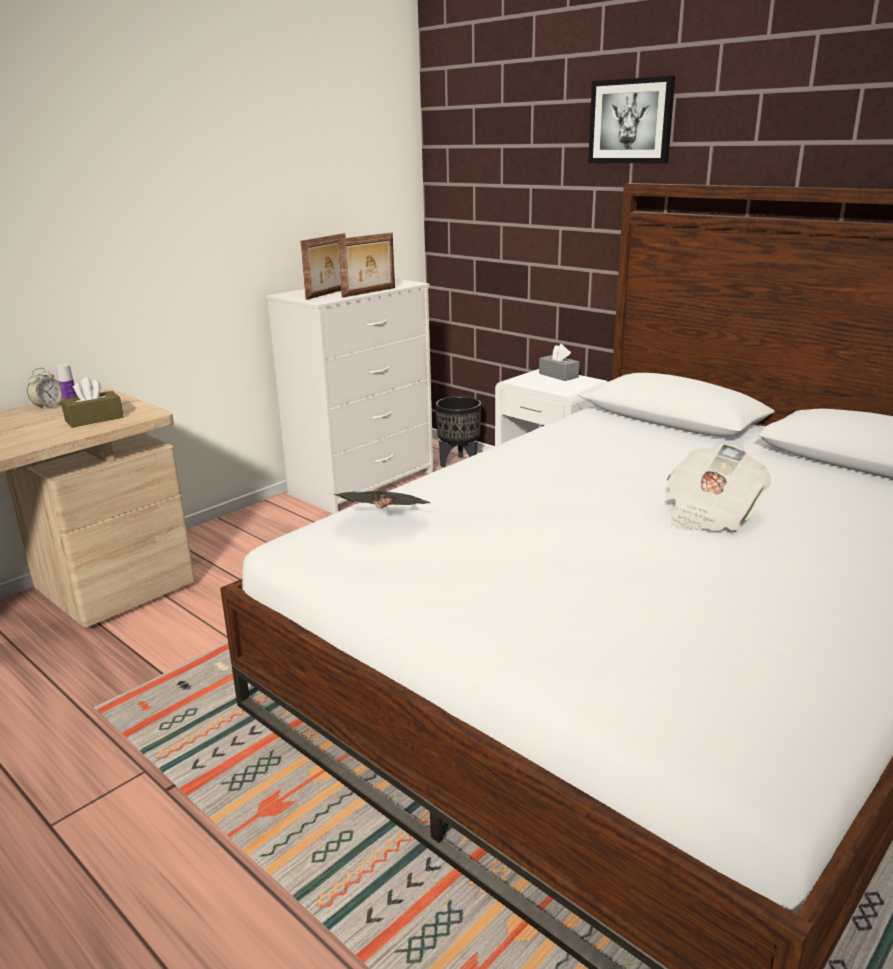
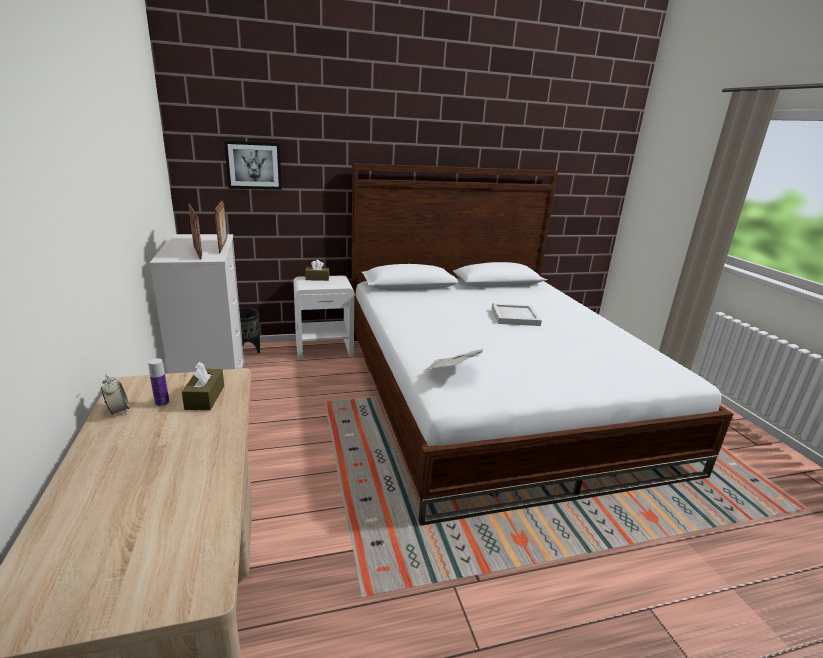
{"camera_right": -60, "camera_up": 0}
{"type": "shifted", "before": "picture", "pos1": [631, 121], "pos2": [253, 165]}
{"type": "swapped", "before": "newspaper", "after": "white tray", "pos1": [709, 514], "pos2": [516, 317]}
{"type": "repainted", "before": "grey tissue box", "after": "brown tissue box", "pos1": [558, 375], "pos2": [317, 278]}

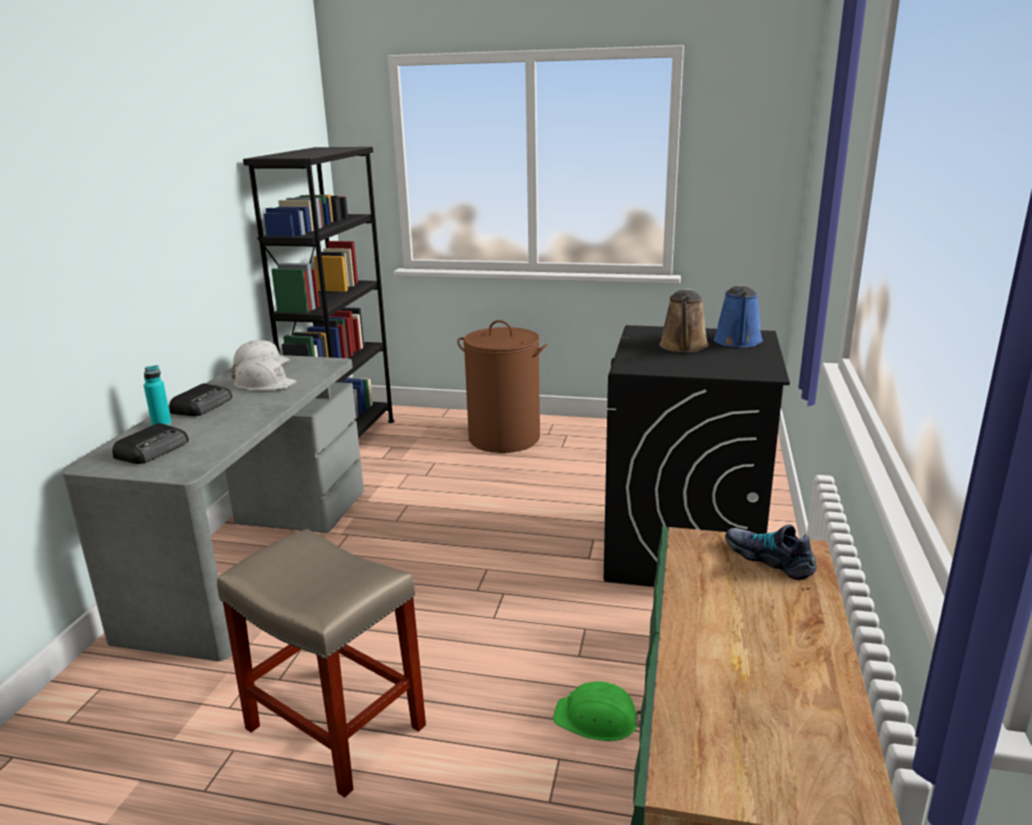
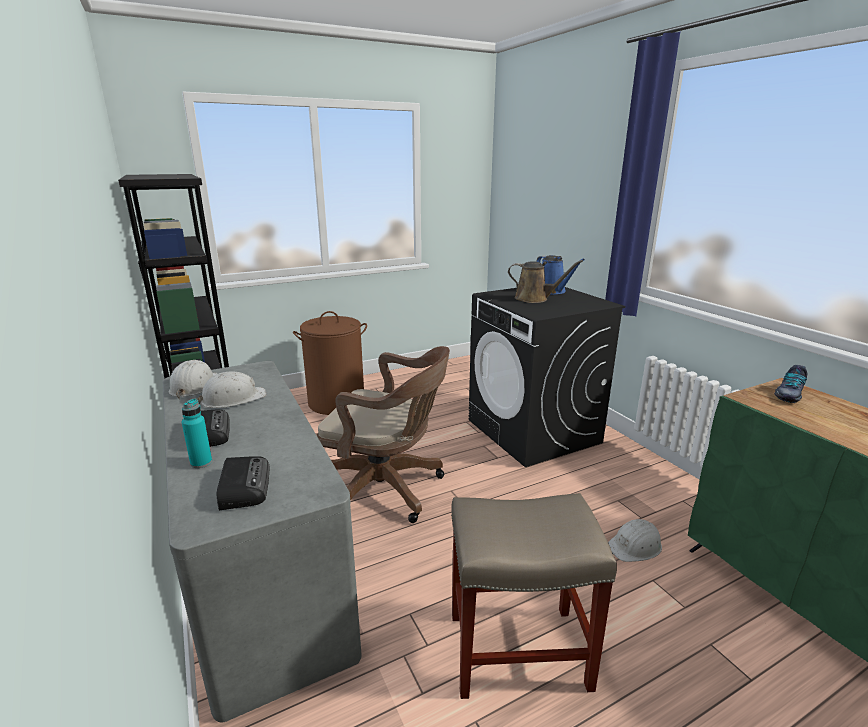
{"camera_right": -40, "camera_up": 0}
{"type": "new", "after": "brown office chair", "pos2": [387, 489]}
{"type": "repainted", "before": "green hard hat", "after": "white hard hat", "pos1": [597, 719], "pos2": [635, 546]}
{"type": "rotated", "before": "brown watering can", "pos1": [683, 347], "pos2": [534, 299], "turn": -45}
{"type": "rotated", "before": "shoe", "pos1": [769, 559], "pos2": [788, 394], "turn": -60}

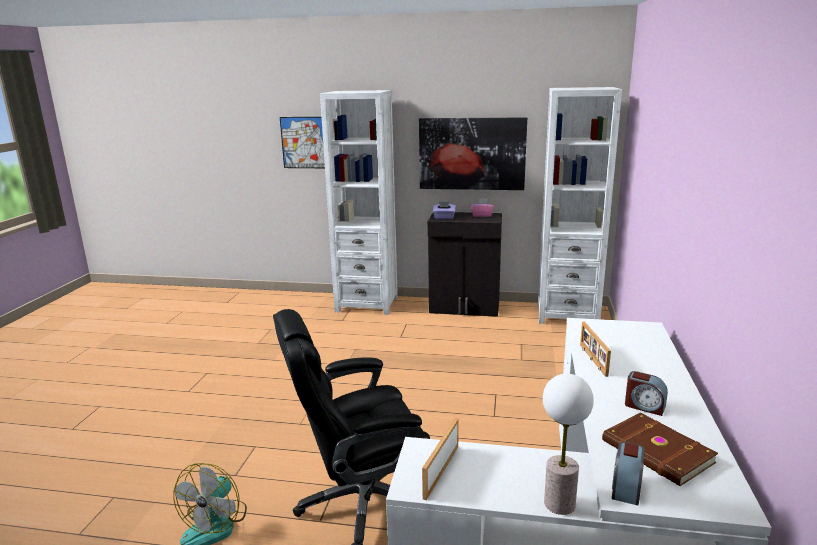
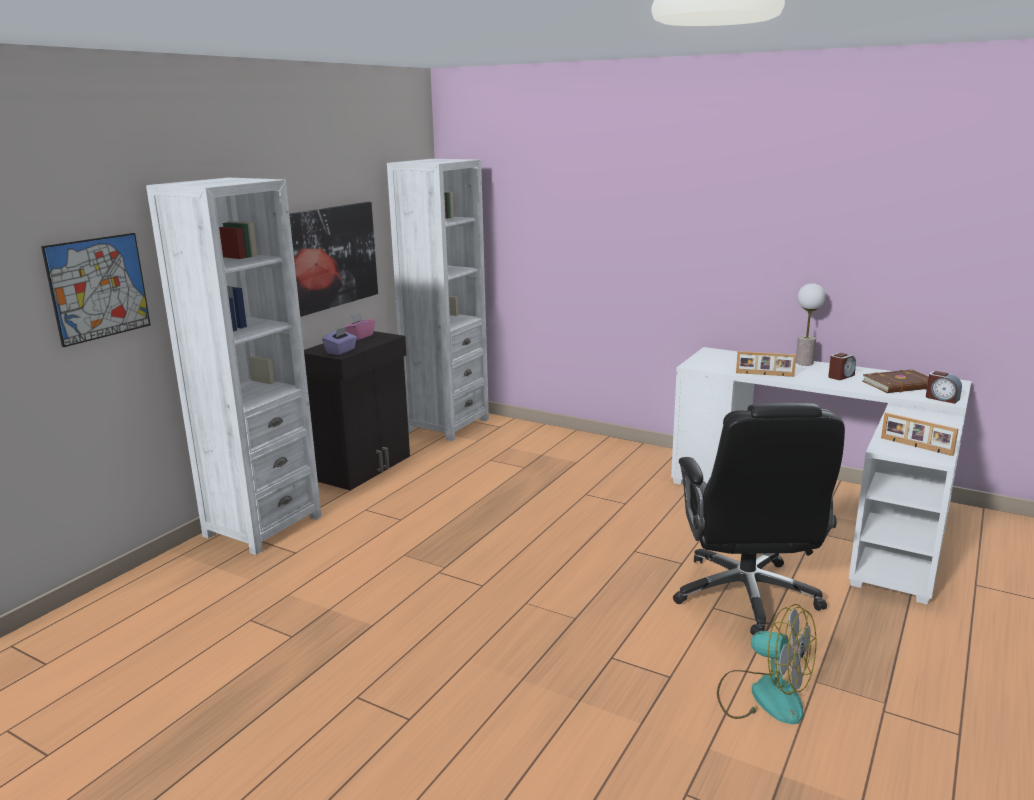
{"camera_right": -70, "camera_up": 0}
{"type": "shifted", "before": "table lamp", "pos1": [560, 503], "pos2": [804, 363]}

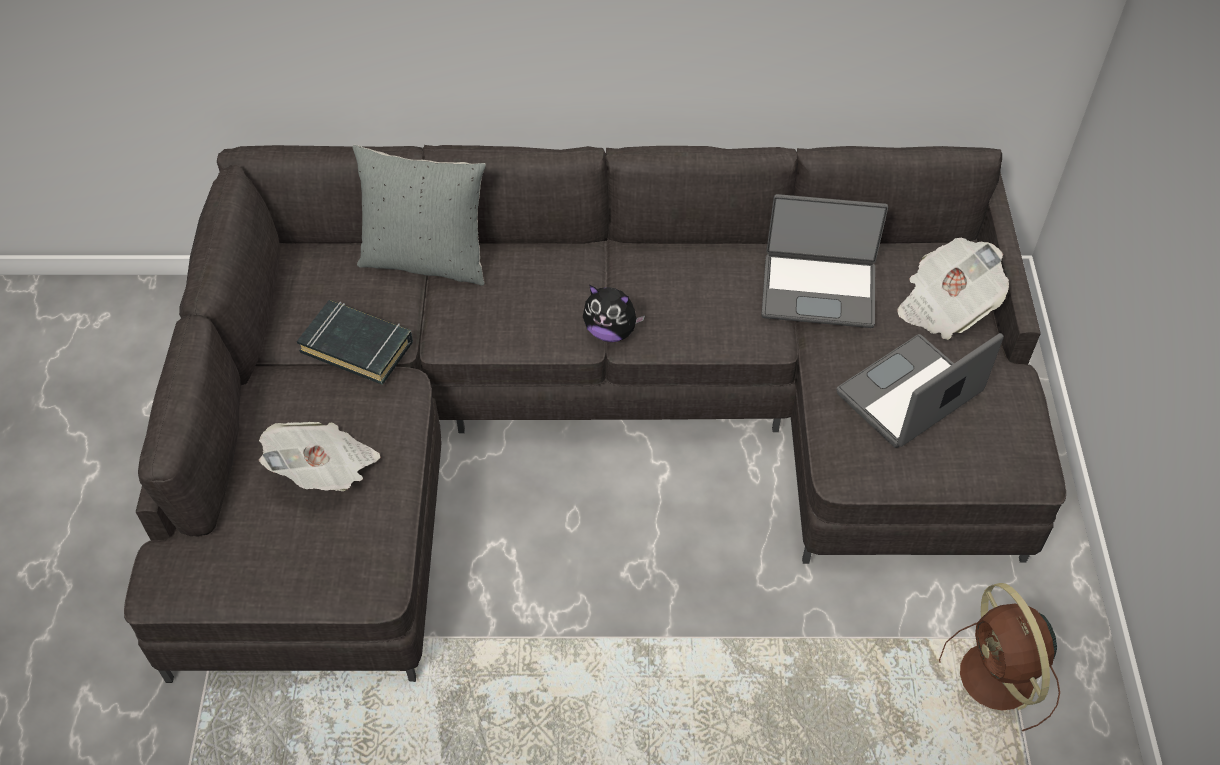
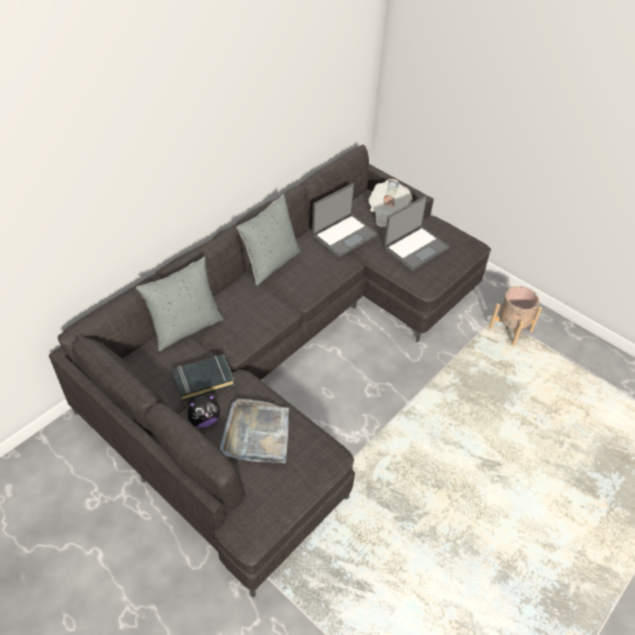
{"camera_right": -50, "camera_up": -5}
{"type": "new", "after": "grey pillow", "pos2": [270, 263]}
{"type": "shifted", "before": "plush toy", "pos1": [611, 331], "pos2": [204, 420]}
{"type": "swapped", "before": "newspaper", "after": "grey tray", "pos1": [325, 470], "pos2": [257, 434]}
{"type": "swapped", "before": "brown fan", "after": "beige planter", "pos1": [998, 680], "pos2": [510, 329]}
{"type": "rotated", "before": "laptop", "pos1": [910, 395], "pos2": [415, 248], "turn": -135}

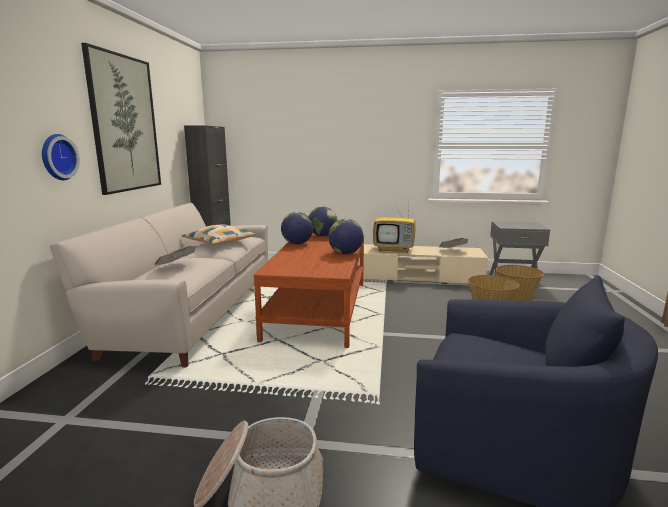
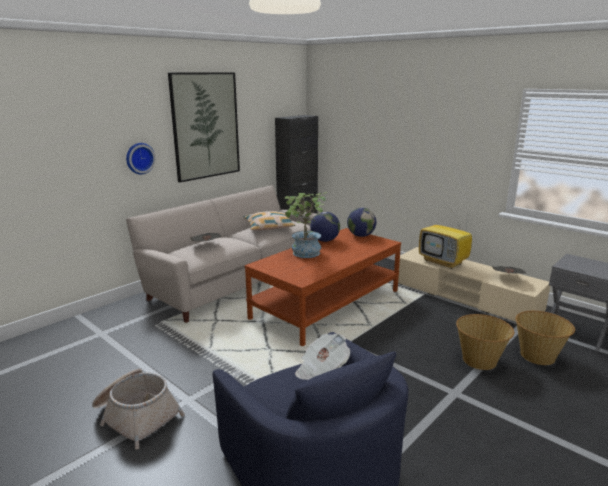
{"camera_right": 35, "camera_up": 5}
{"type": "gone", "before": "globe", "pos1": [345, 253]}
{"type": "new", "after": "potted plant", "pos2": [304, 254]}
{"type": "new", "after": "newspaper", "pos2": [321, 370]}

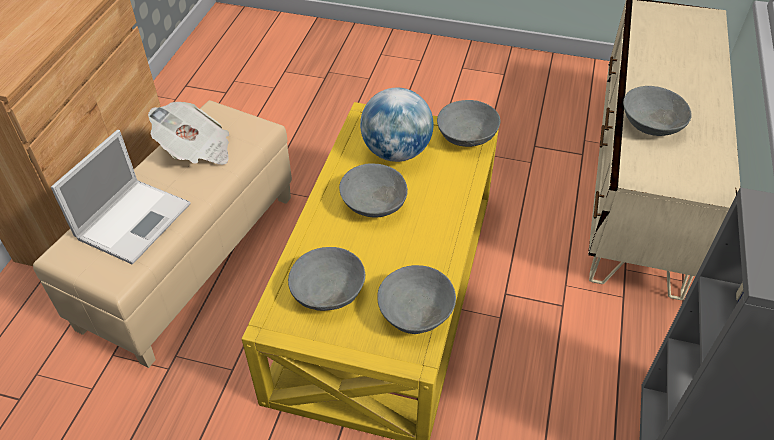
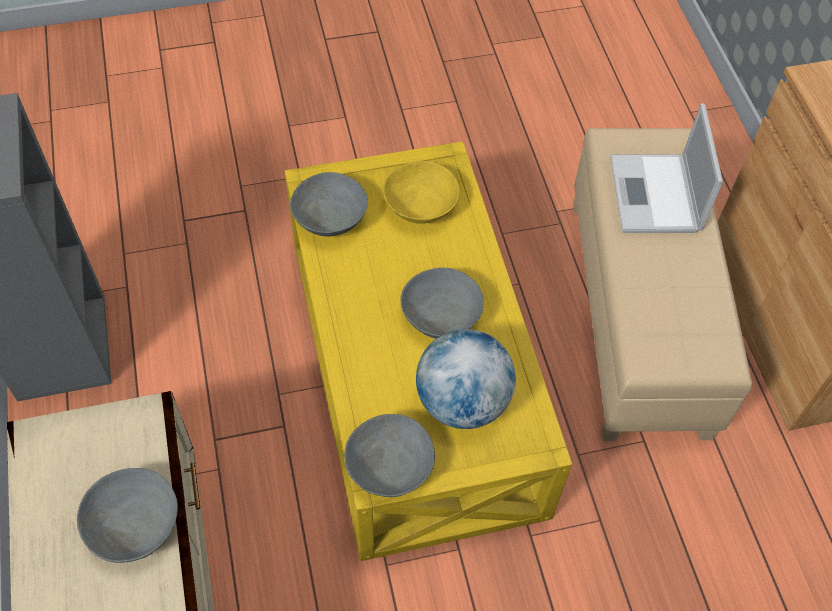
{"camera_right": 150, "camera_up": 10}
{"type": "gone", "before": "newspaper", "pos1": [196, 150]}
{"type": "repainted", "before": "grey bowl", "after": "yellow bowl", "pos1": [328, 291], "pos2": [420, 207]}

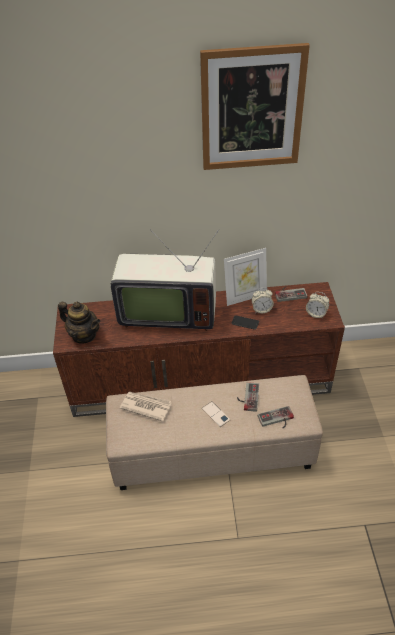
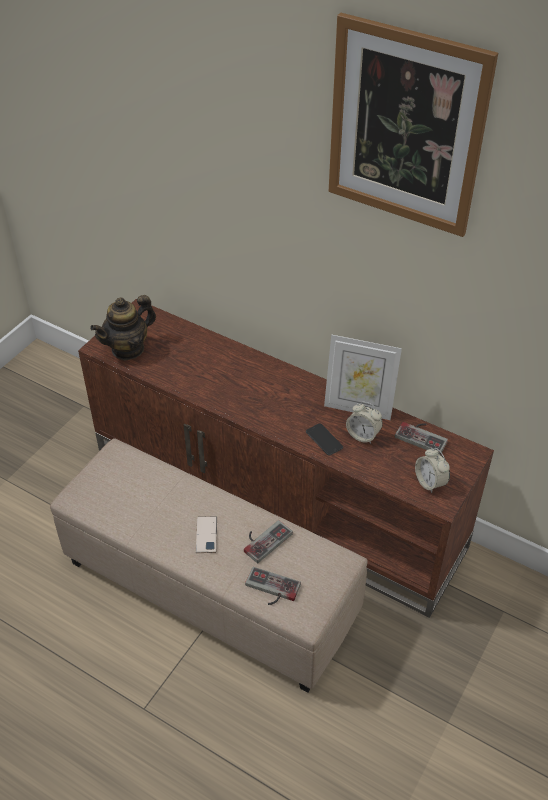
{"camera_right": 35, "camera_up": 0}
{"type": "gone", "before": "television", "pos1": [167, 312]}
{"type": "gone", "before": "newspaper", "pos1": [145, 406]}
{"type": "rotated", "before": "teapot", "pos1": [84, 335], "pos2": [128, 349], "turn": 75}

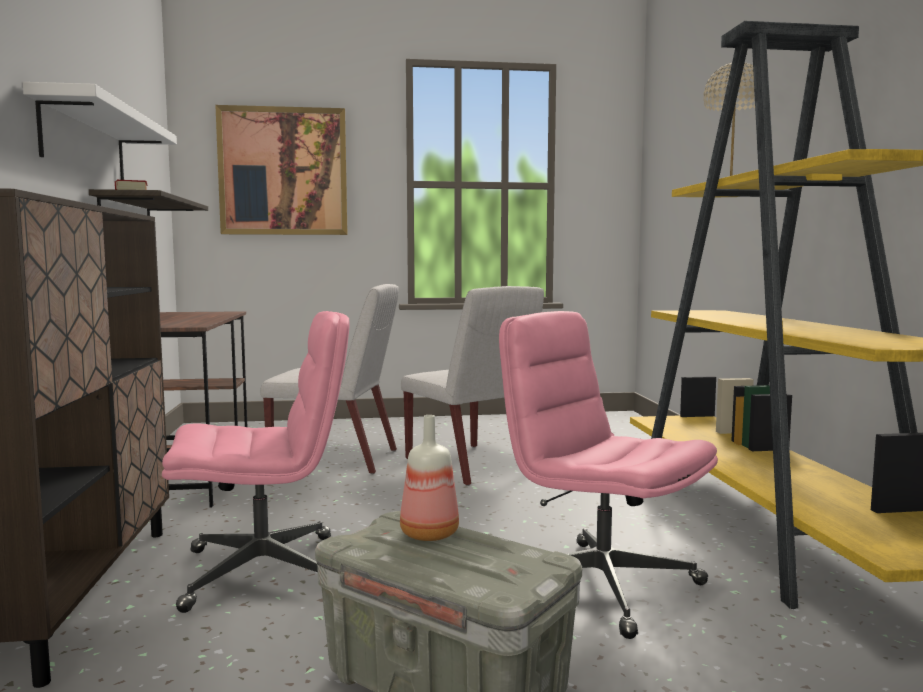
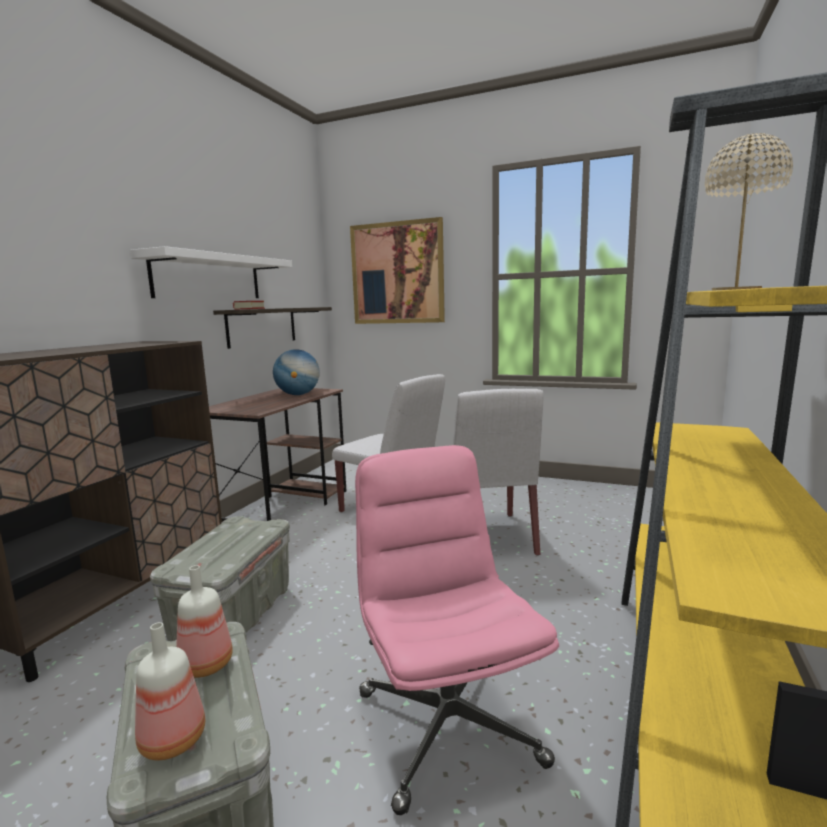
{"camera_right": 30, "camera_up": 5}
{"type": "new", "after": "bottle", "pos2": [170, 741]}
{"type": "new", "after": "globe", "pos2": [298, 394]}
{"type": "swapped", "before": "pink office chair", "after": "grey storage box", "pos1": [265, 571], "pos2": [234, 616]}

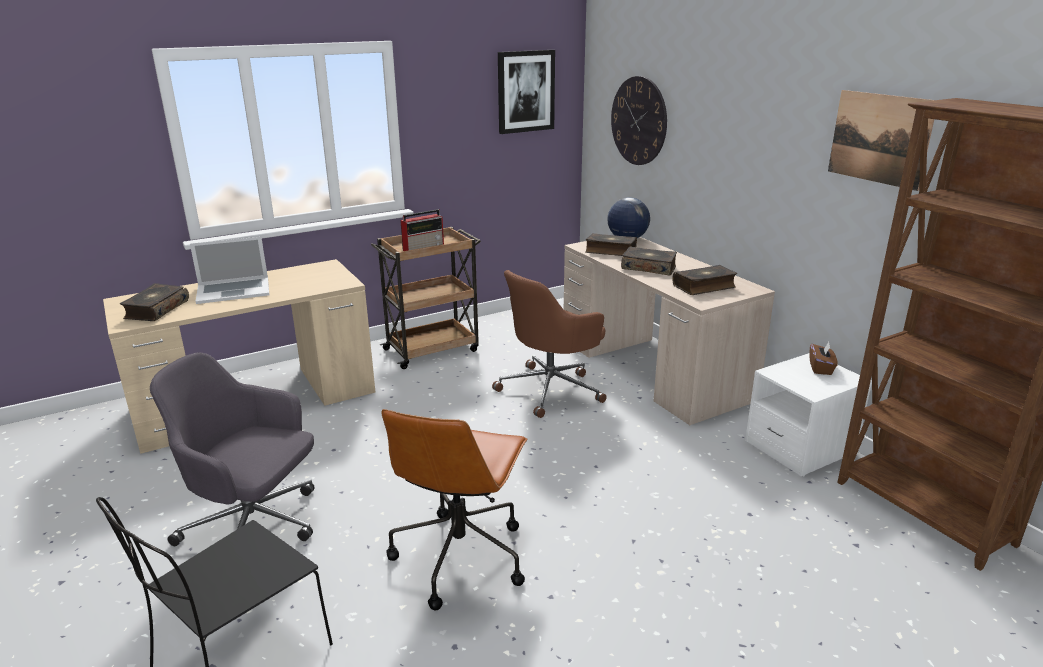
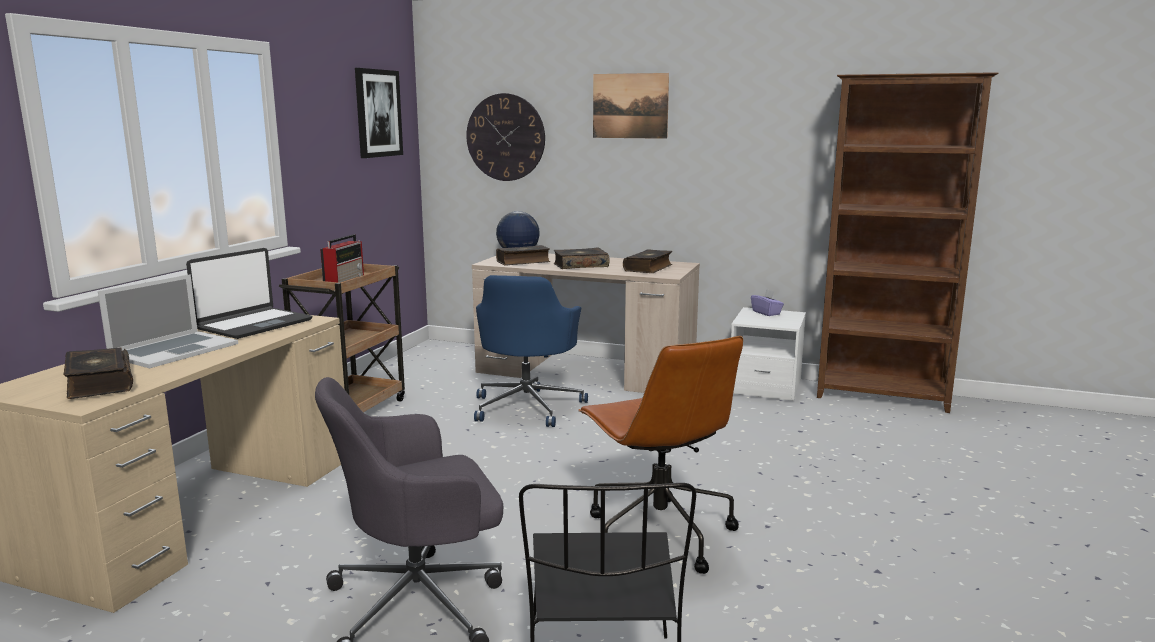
{"camera_right": -40, "camera_up": -10}
{"type": "new", "after": "laptop", "pos2": [254, 324]}
{"type": "shifted", "before": "picture", "pos1": [879, 138], "pos2": [630, 106]}
{"type": "repainted", "before": "brown office chair", "after": "blue office chair", "pos1": [551, 389], "pos2": [528, 406]}
{"type": "repainted", "before": "brown tissue box", "after": "purple tissue box", "pos1": [821, 368], "pos2": [766, 313]}

